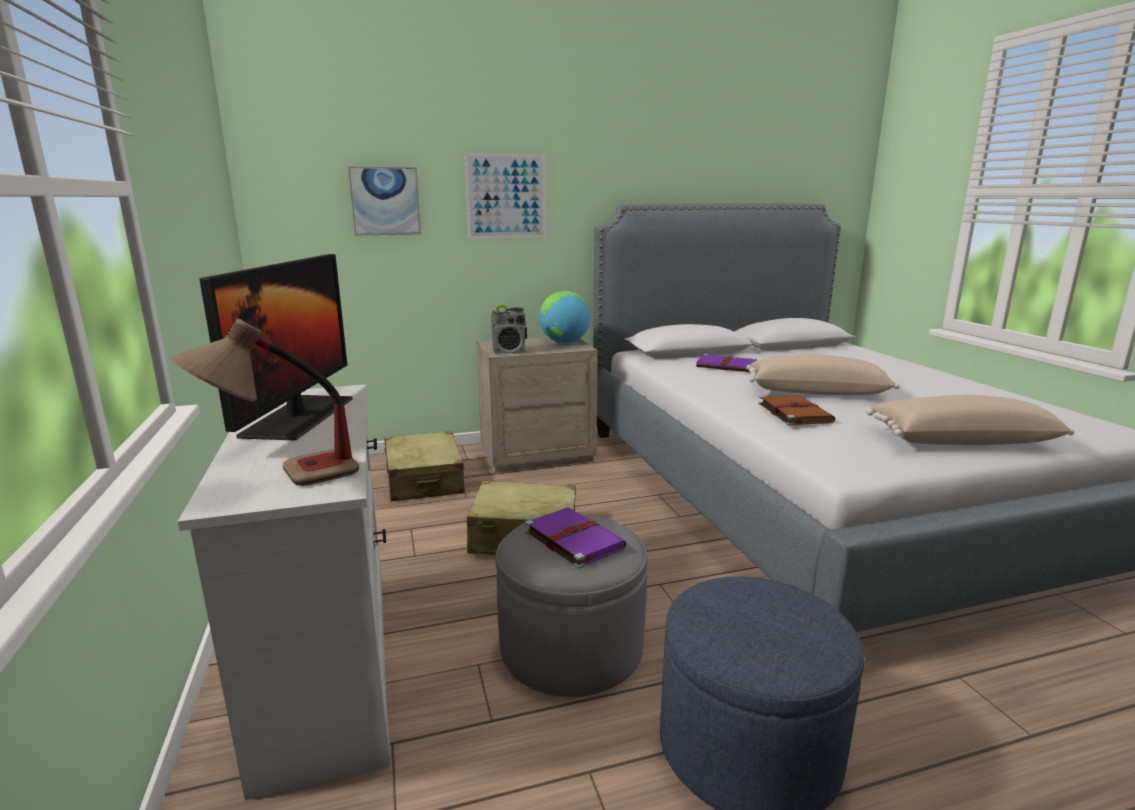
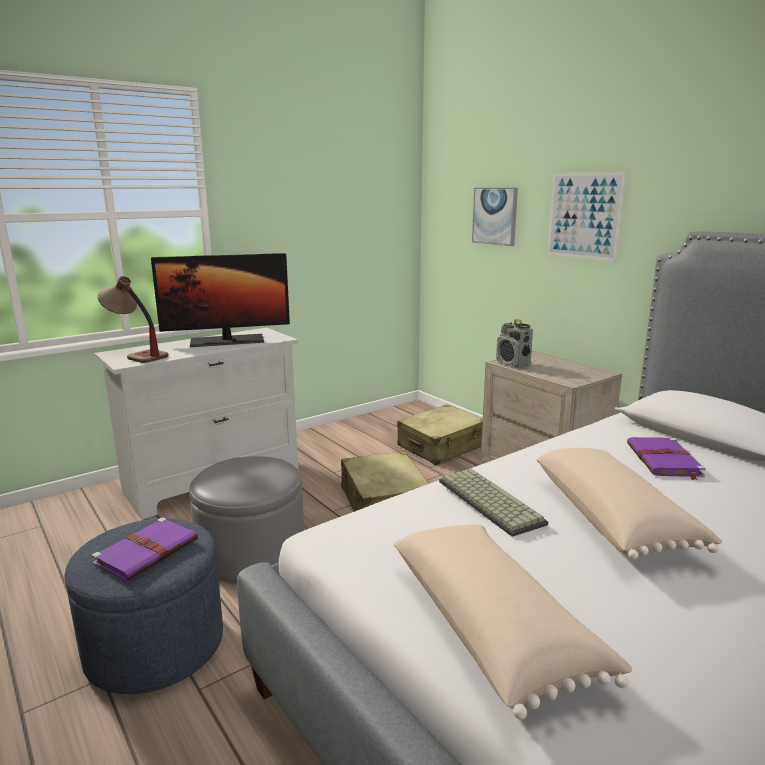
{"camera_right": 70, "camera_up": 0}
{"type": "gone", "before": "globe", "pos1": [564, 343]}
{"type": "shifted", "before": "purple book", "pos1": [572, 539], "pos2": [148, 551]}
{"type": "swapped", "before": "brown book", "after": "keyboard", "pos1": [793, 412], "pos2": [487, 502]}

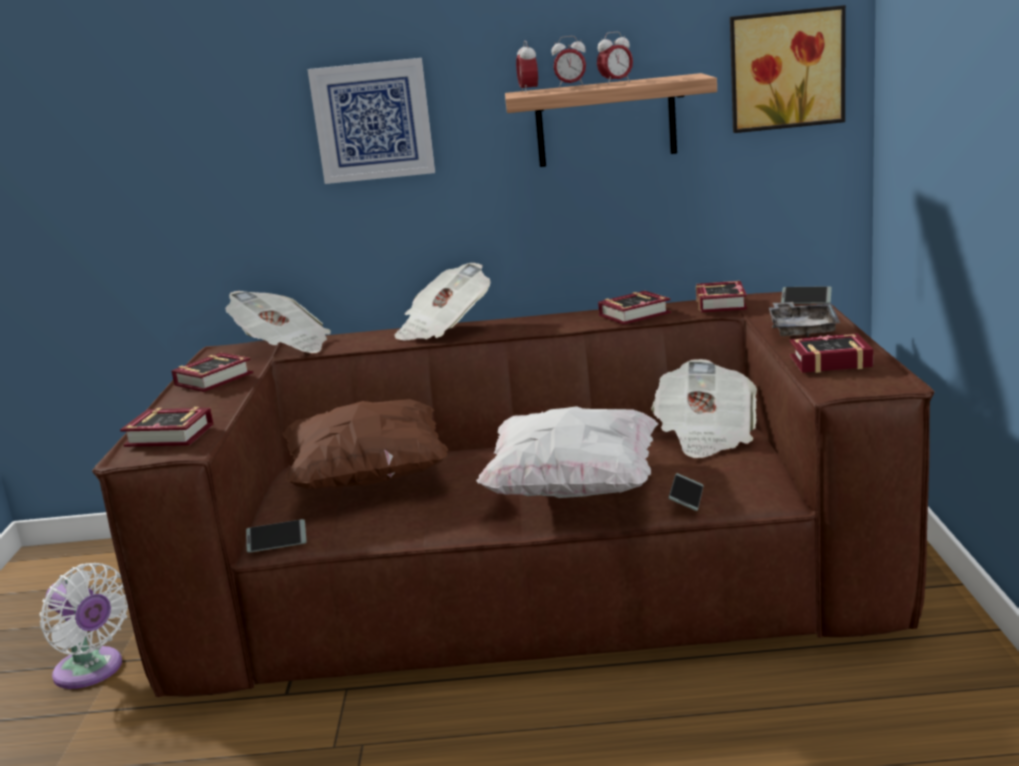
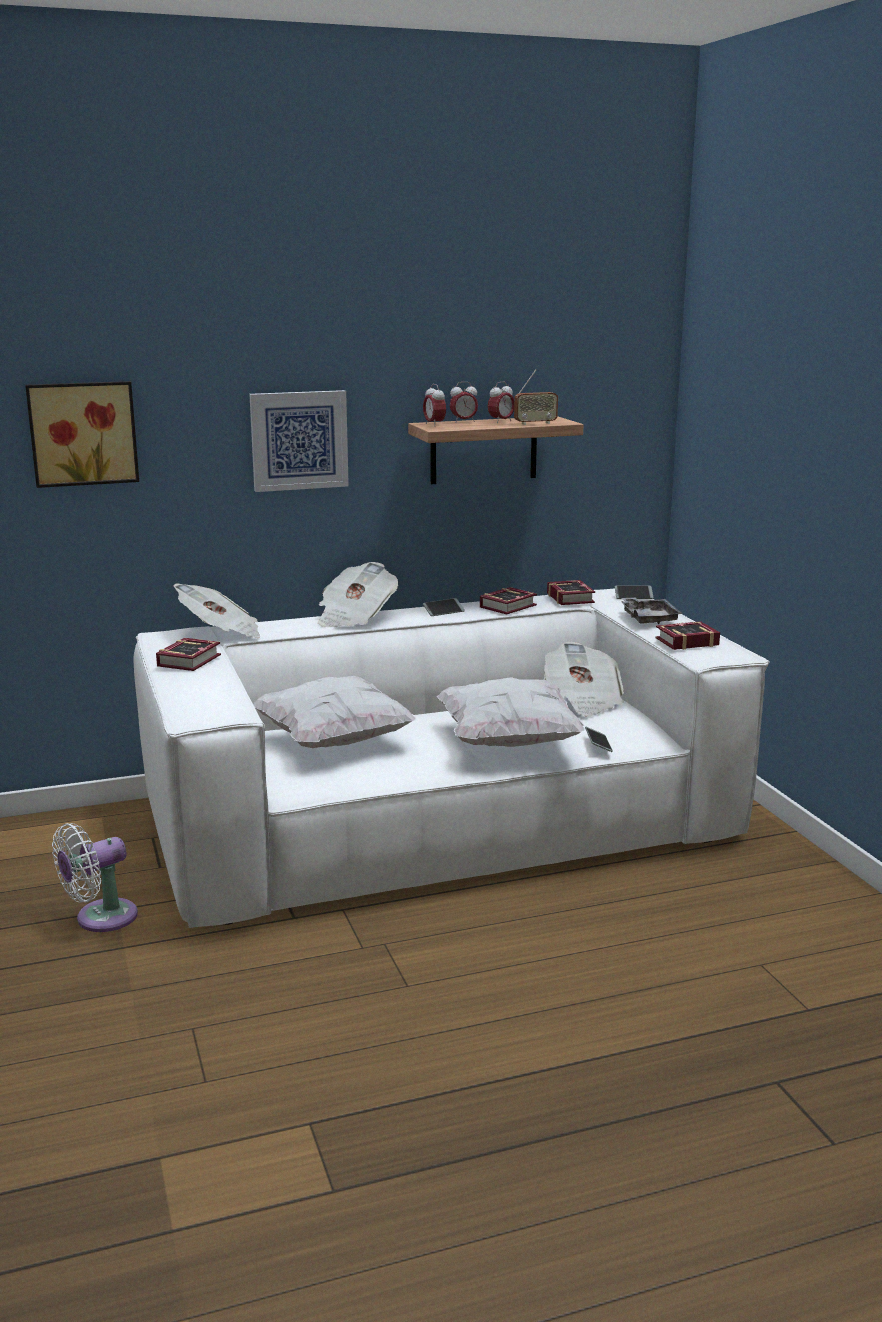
{"camera_right": -20, "camera_up": 0}
{"type": "gone", "before": "book", "pos1": [171, 436]}
{"type": "new", "after": "radio", "pos2": [535, 423]}
{"type": "shifted", "before": "phone", "pos1": [277, 542], "pos2": [443, 611]}
{"type": "shifted", "before": "picture", "pos1": [785, 69], "pos2": [83, 433]}
{"type": "repainted", "before": "brown sofa", "after": "white sofa", "pos1": [530, 580], "pos2": [441, 823]}
{"type": "repainted", "before": "brown pillow", "after": "white pillow", "pos1": [369, 479], "pos2": [335, 741]}
{"type": "rotated", "before": "white fan", "pos1": [92, 671], "pos2": [100, 918], "turn": 120}

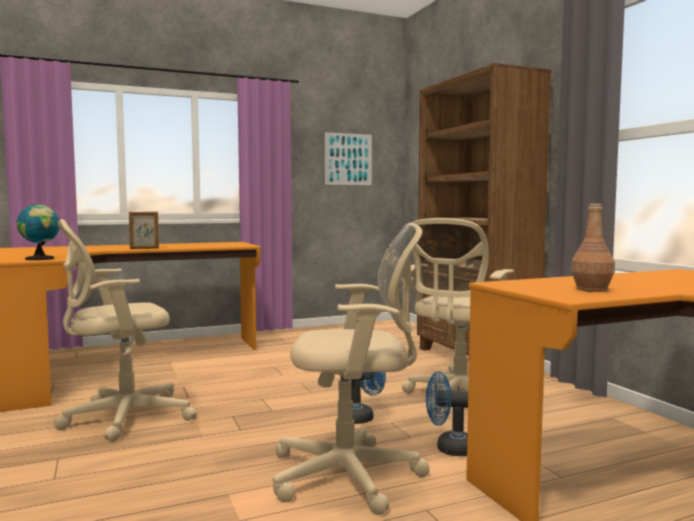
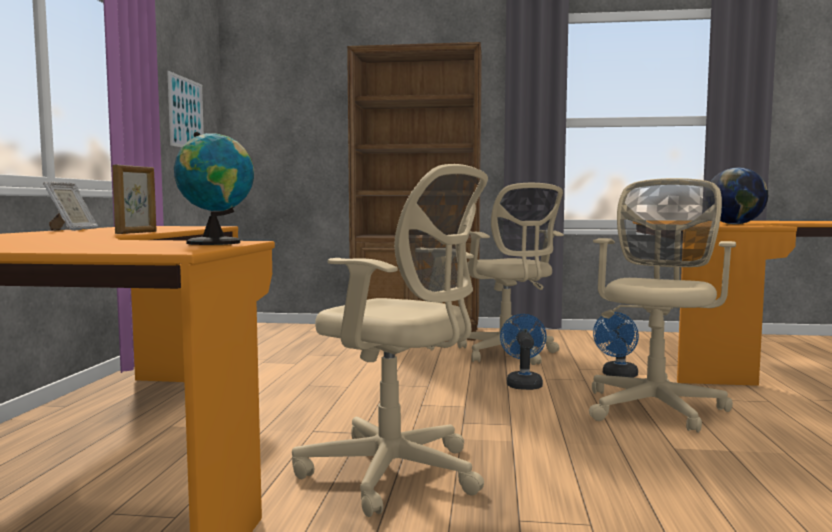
{"camera_right": -60, "camera_up": 0}
{"type": "new", "after": "picture frame", "pos2": [72, 230]}
{"type": "swapped", "before": "brown bottle", "after": "globe", "pos1": [591, 289], "pos2": [734, 224]}
{"type": "rotated", "before": "beige office chair", "pos1": [121, 418], "pos2": [397, 474], "turn": -60}

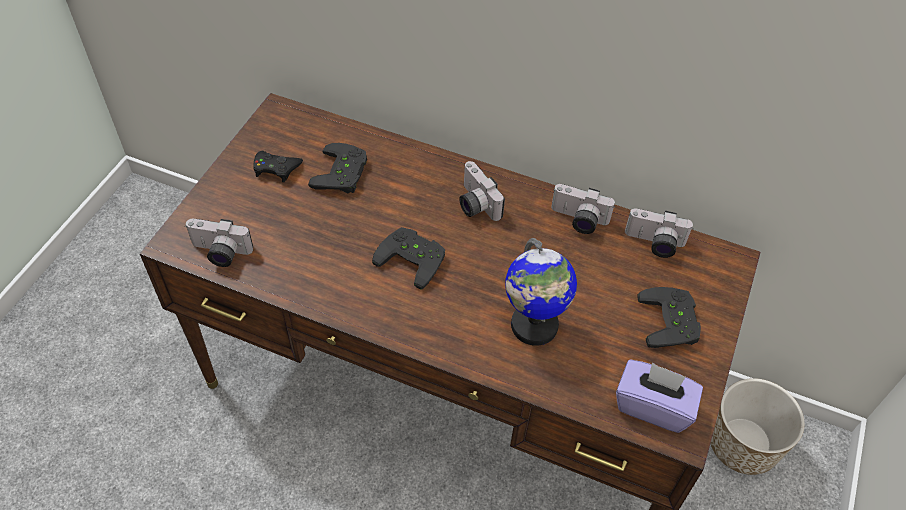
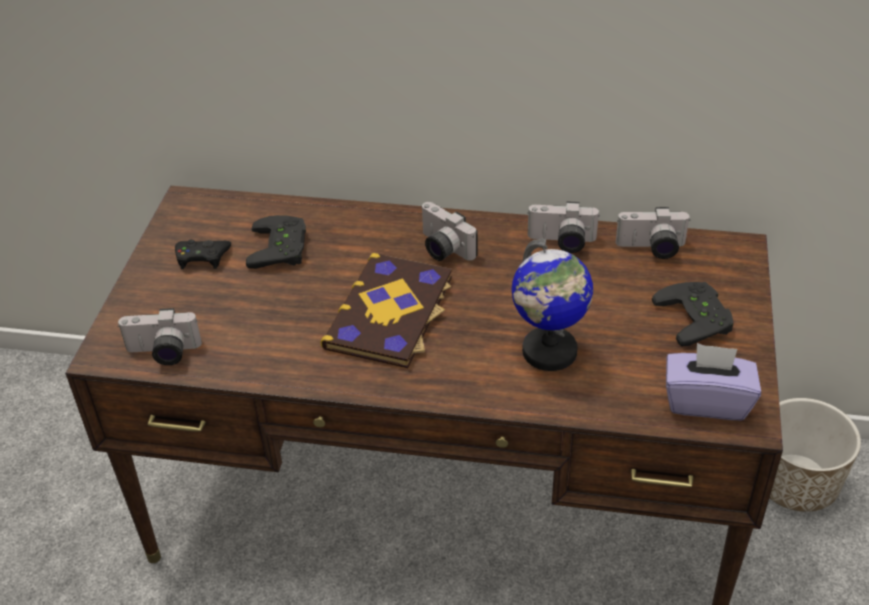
{"camera_right": -10, "camera_up": -10}
{"type": "swapped", "before": "black game controller", "after": "book", "pos1": [414, 257], "pos2": [391, 313]}

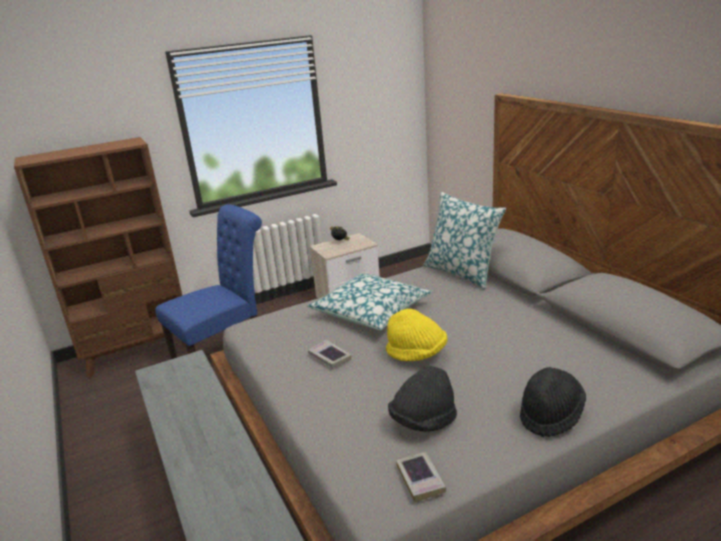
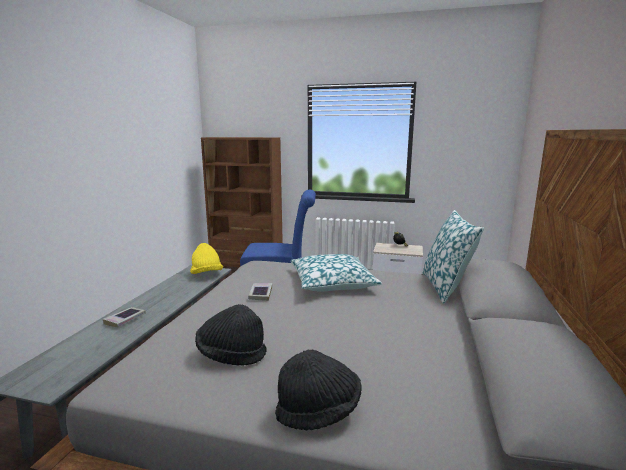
{"camera_right": 40, "camera_up": -10}
{"type": "shifted", "before": "yellow hat", "pos1": [417, 354], "pos2": [206, 274]}
{"type": "shifted", "before": "book", "pos1": [420, 479], "pos2": [125, 320]}

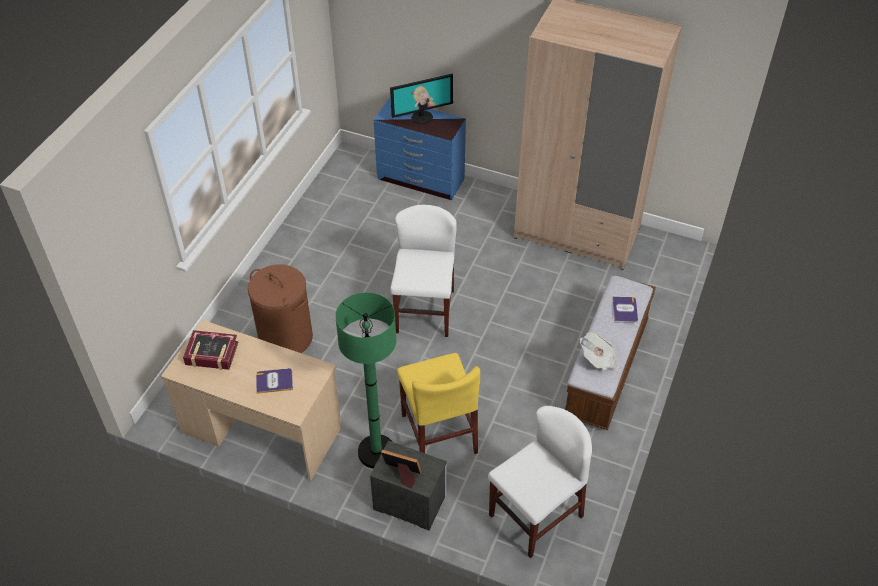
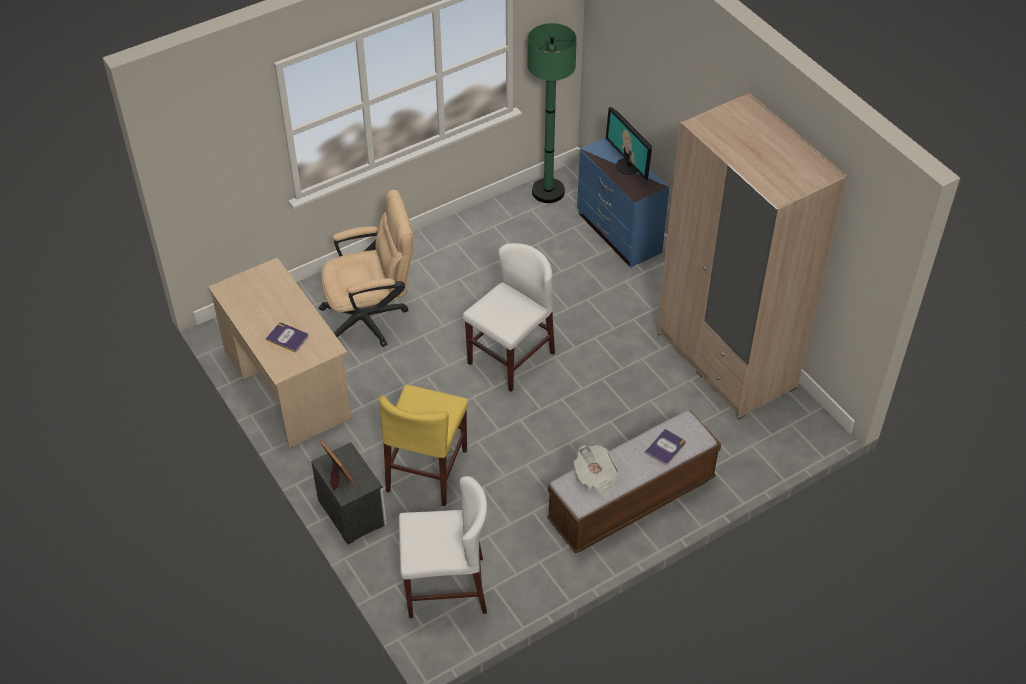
{"camera_right": 35, "camera_up": 0}
{"type": "gone", "before": "book", "pos1": [211, 354]}
{"type": "shifted", "before": "green floor lamp", "pos1": [376, 452], "pos2": [548, 192]}
{"type": "swapped", "before": "brown laundry basket", "after": "beige office chair", "pos1": [286, 337], "pos2": [372, 317]}
{"type": "rotated", "before": "monitor", "pos1": [422, 117], "pos2": [627, 166], "turn": 45}

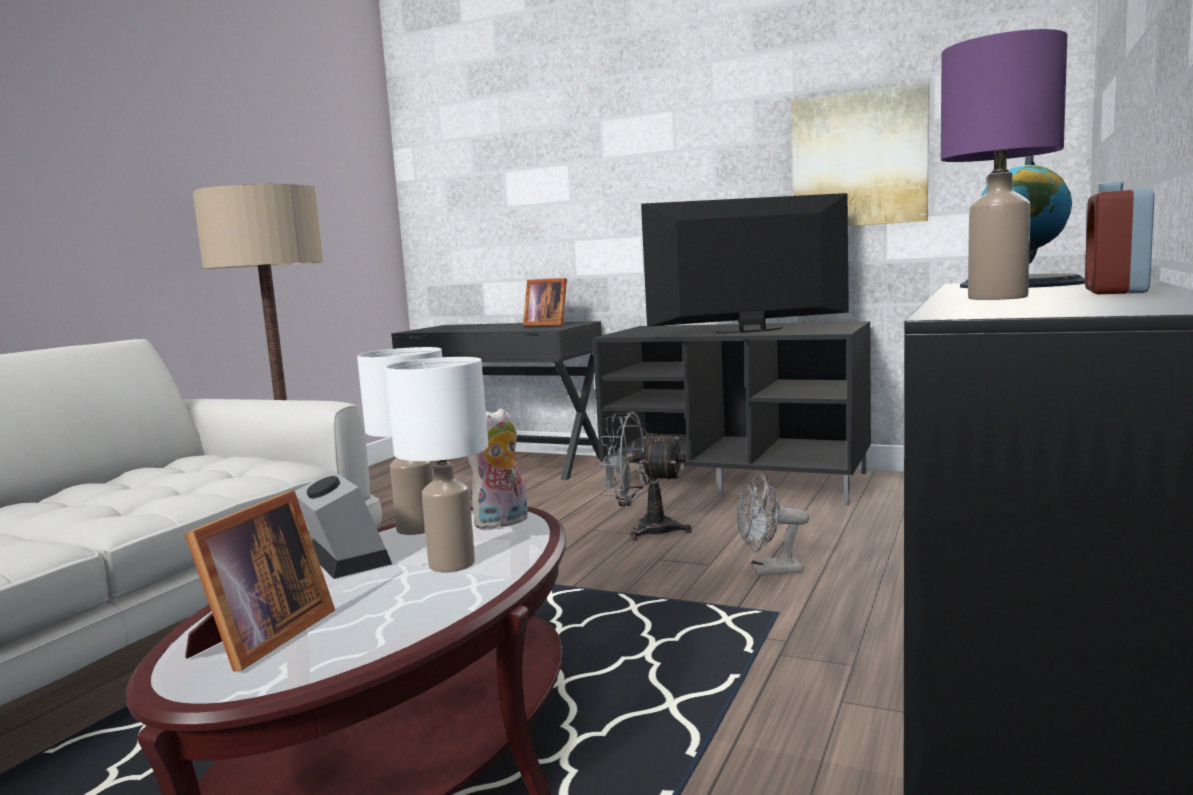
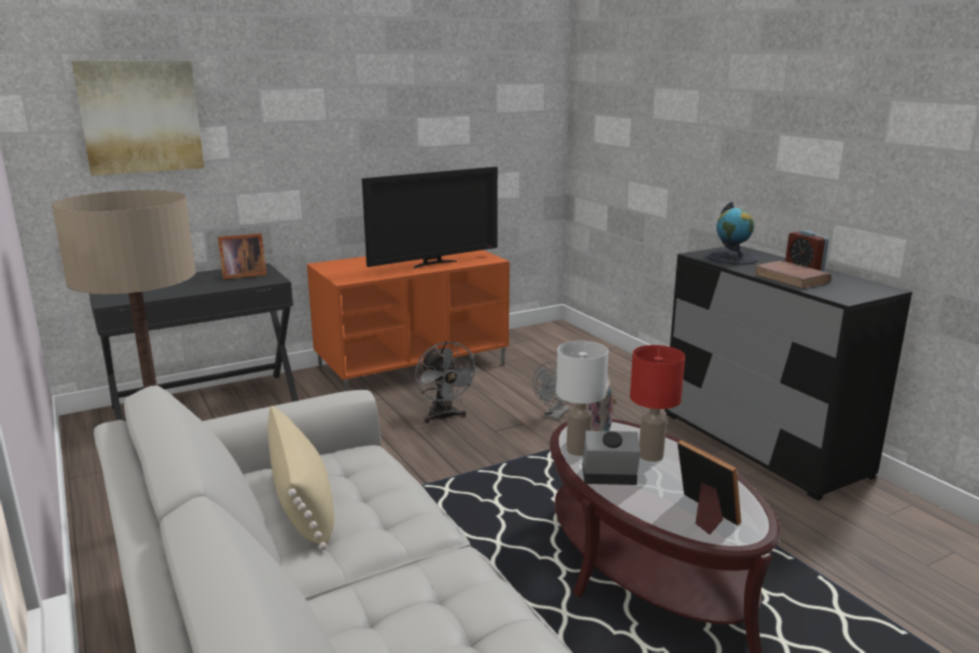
{"camera_right": -55, "camera_up": 10}
{"type": "new", "after": "beige pillow", "pos2": [303, 503]}
{"type": "shifted", "before": "picture", "pos1": [859, 159], "pos2": [140, 117]}
{"type": "swapped", "before": "purple table lamp", "after": "brown book", "pos1": [999, 297], "pos2": [791, 278]}
{"type": "repainted", "before": "white table lamp", "after": "red table lamp", "pos1": [453, 564], "pos2": [651, 455]}
{"type": "repainted", "before": "black tv stand", "after": "orange tv stand", "pos1": [739, 480], "pos2": [413, 366]}
{"type": "rotated", "before": "grey fan", "pos1": [644, 530], "pos2": [444, 417], "turn": -75}
{"type": "rotated", "before": "television", "pos1": [750, 331], "pos2": [433, 263], "turn": -150}

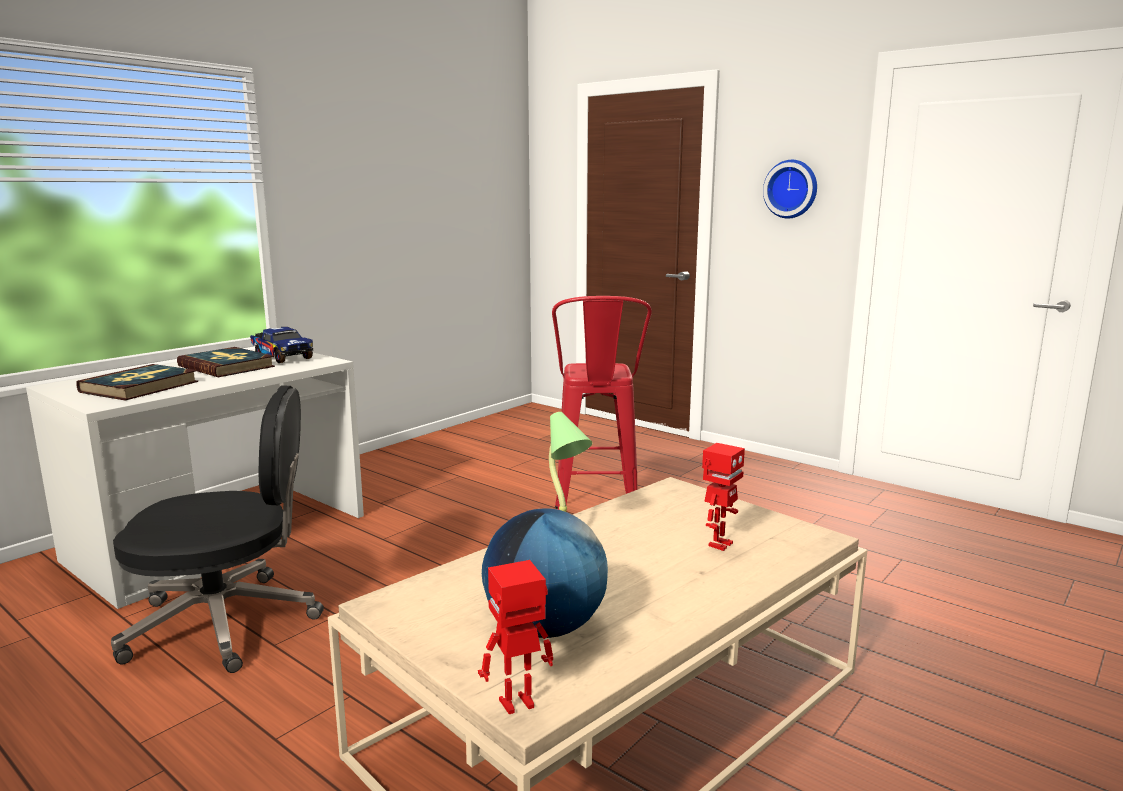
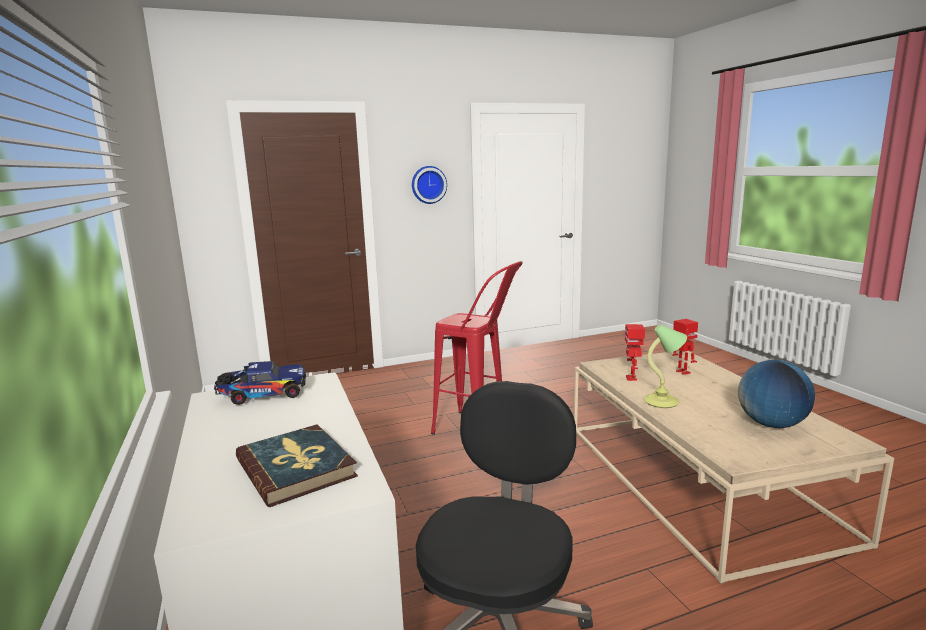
{"camera_right": -60, "camera_up": 0}
{"type": "gone", "before": "book", "pos1": [227, 366]}
{"type": "shifted", "before": "toy robot", "pos1": [518, 705], "pos2": [632, 378]}

